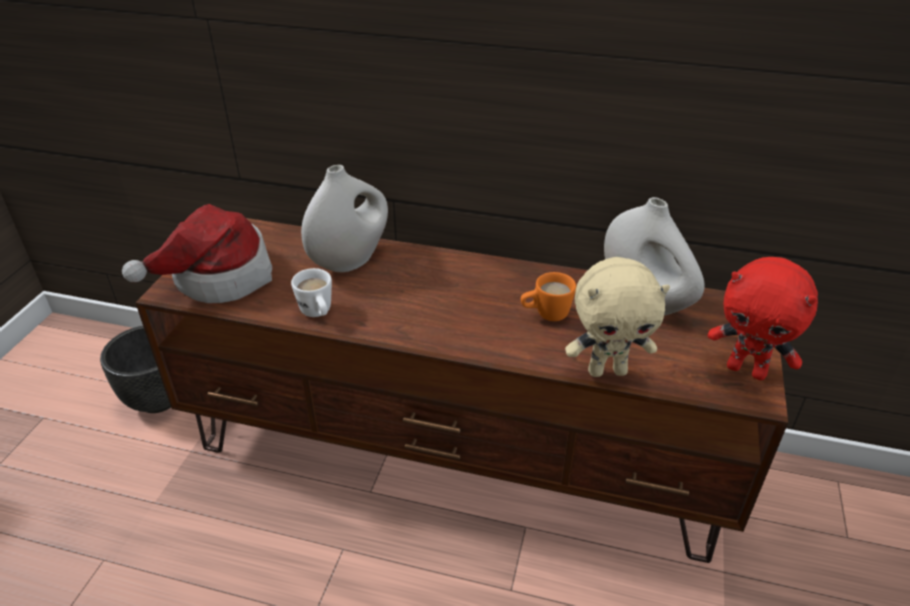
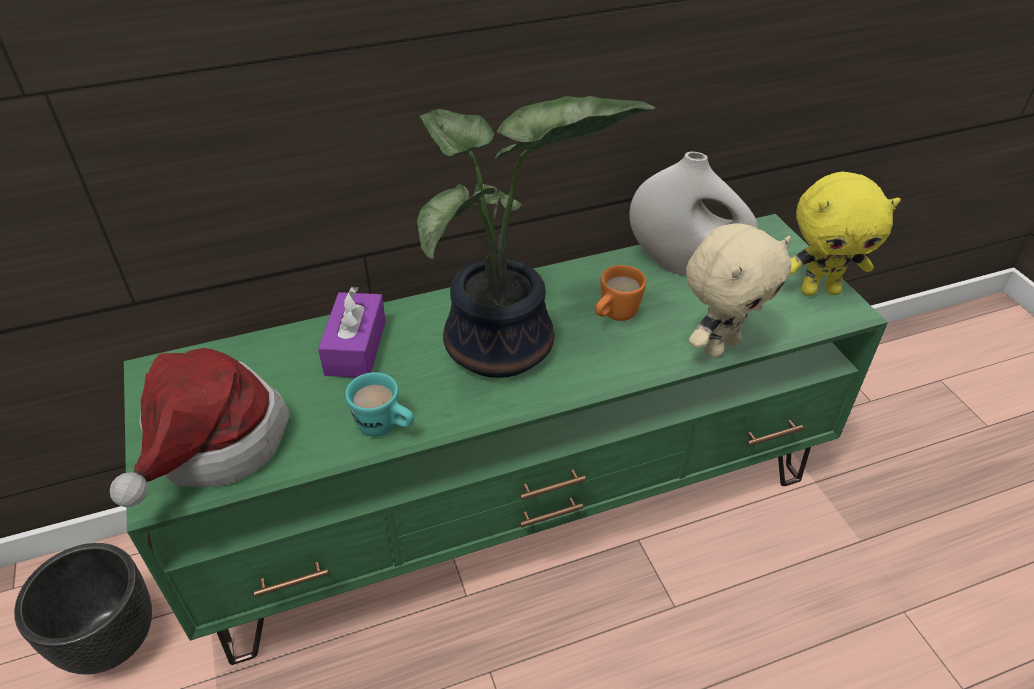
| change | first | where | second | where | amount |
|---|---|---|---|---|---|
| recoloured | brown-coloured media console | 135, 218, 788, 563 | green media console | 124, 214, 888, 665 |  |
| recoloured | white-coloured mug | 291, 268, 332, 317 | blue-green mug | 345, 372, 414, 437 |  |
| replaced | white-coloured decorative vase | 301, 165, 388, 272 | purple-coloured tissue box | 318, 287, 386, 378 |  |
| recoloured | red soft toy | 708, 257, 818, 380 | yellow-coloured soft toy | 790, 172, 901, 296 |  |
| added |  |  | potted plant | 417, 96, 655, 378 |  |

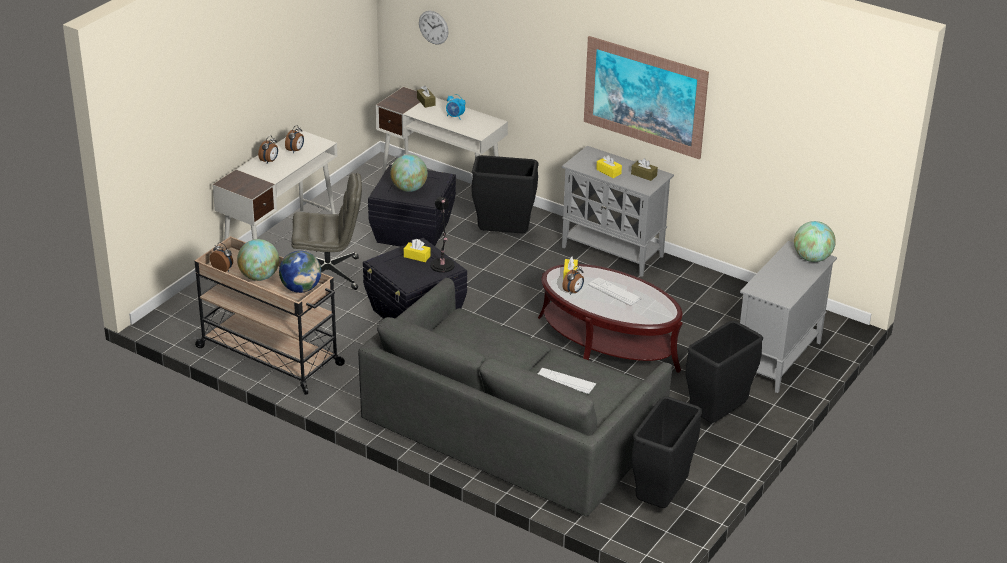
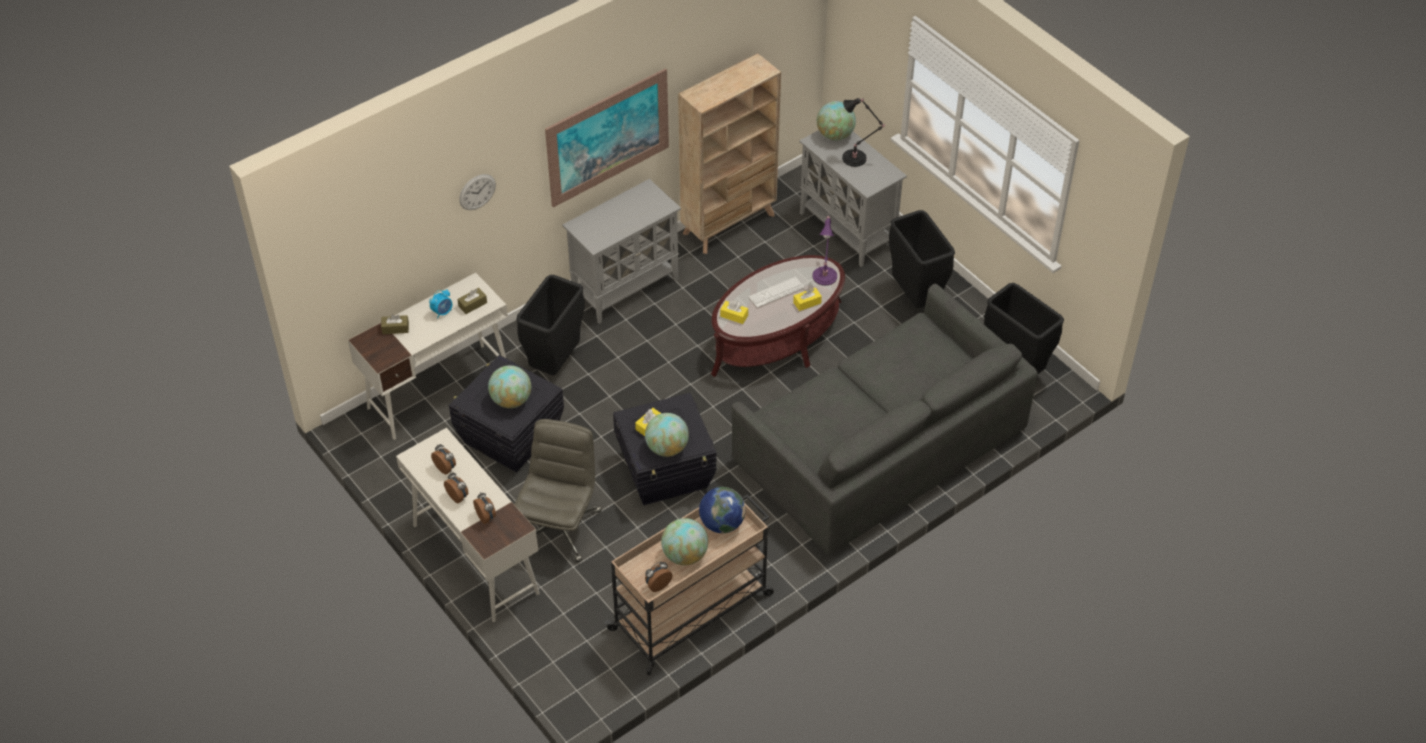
| change | first | where | second | where | amount |
|---|---|---|---|---|---|
| moved | clock on the wall | 419, 11, 448, 45 |  | 459, 174, 496, 210 |  |
| moved | blackish table lamp | 430, 197, 455, 273 |  | 842, 98, 885, 167 |  |
| removed | PC keyboard | 538, 368, 596, 394 |  |  |  |
| moved | bedside clock | 562, 266, 584, 295 |  | 473, 492, 496, 524 |  |
| moved | yellow-coloured tissue box | 596, 155, 622, 178 |  | 793, 288, 822, 311 |  |
| moved | brown-coloured tissue box | 631, 158, 658, 181 |  | 457, 288, 487, 314 |  |
| added |  |  | globe | 645, 413, 689, 457 |  |
| added |  |  | sand-coloured bookshelf | 678, 53, 781, 254 |  |
| added |  |  | purple-coloured table lamp | 813, 215, 837, 285 |  |

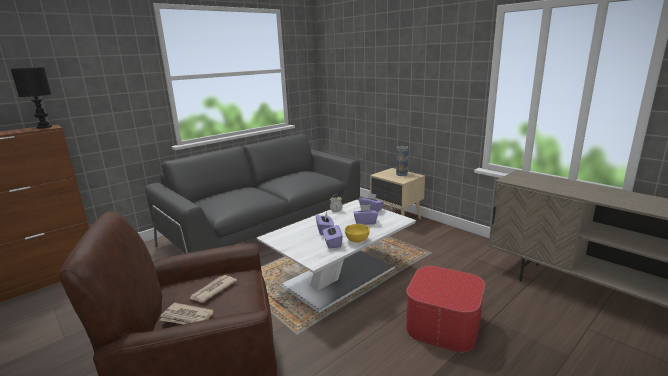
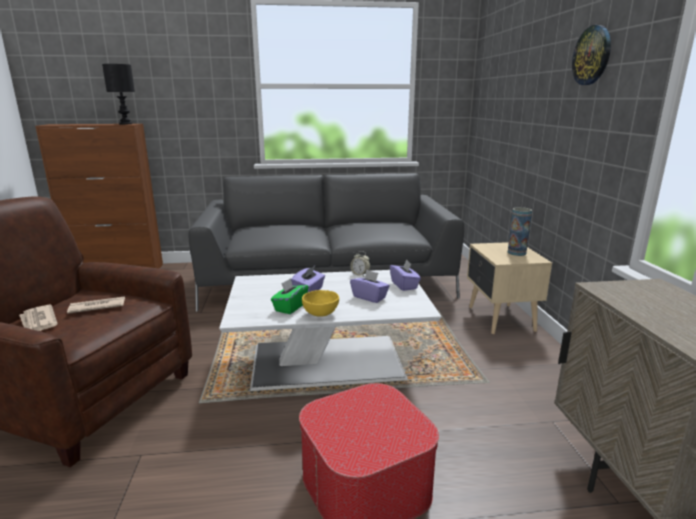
| change | first | where | second | where | amount |
|---|---|---|---|---|---|
| recoloured | purple-coloured tissue box | 323, 225, 343, 249 | green tissue box | 271, 278, 308, 314 |  |
| added |  |  | clock on the wall | 572, 25, 611, 85 |  |

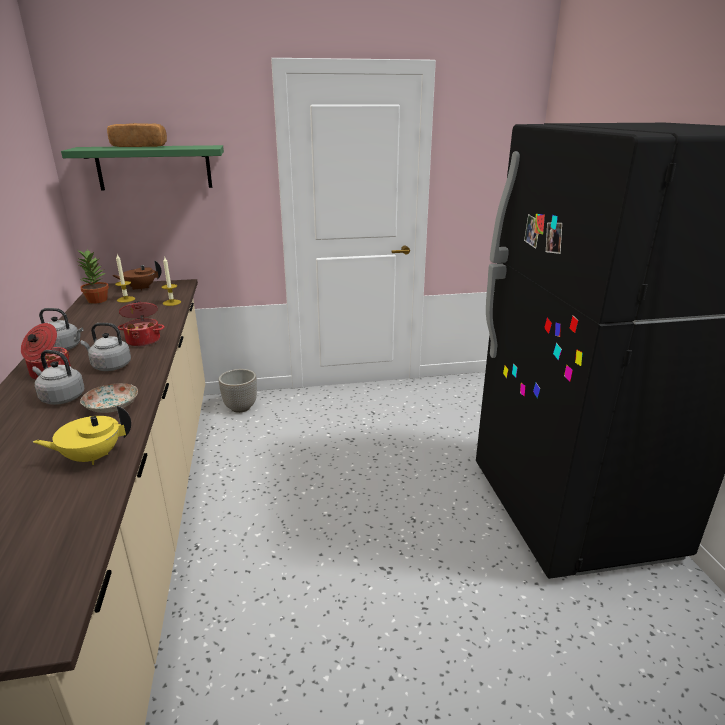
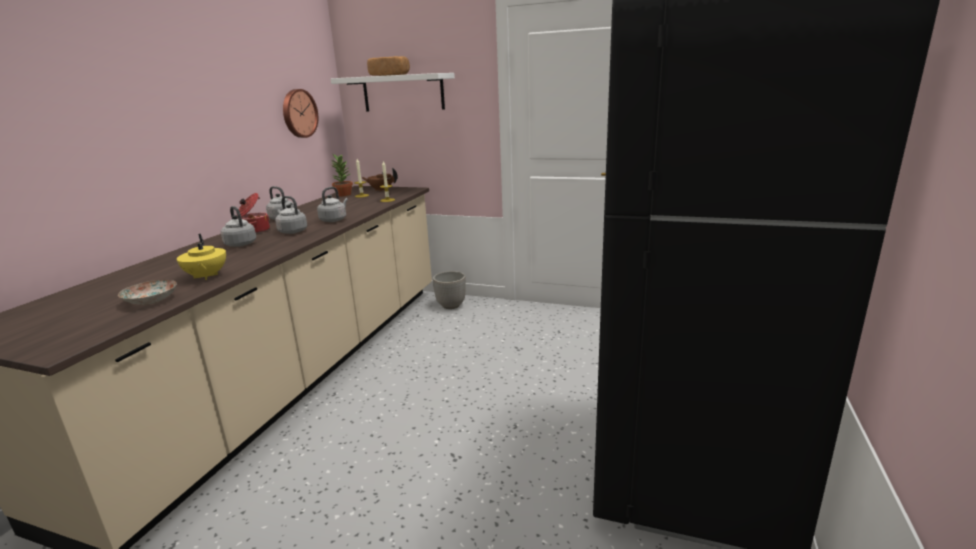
| change | first | where | second | where | amount |
|---|---|---|---|---|---|
| turned | yellow-coloured teapot | 33, 406, 131, 465 |  | 177, 234, 226, 280 | 120 degrees counterclockwise |
| recoloured | green bracket shelf | 61, 145, 224, 190 | white-coloured bracket shelf | 331, 73, 455, 111 |  |
| moved | flat dish | 80, 383, 138, 413 |  | 118, 280, 177, 305 |  |
| replaced | saucepot | 118, 301, 165, 347 | grey water kettle | 317, 187, 348, 222 |  |
| added |  |  | clock on the wall | 283, 89, 318, 138 |  |

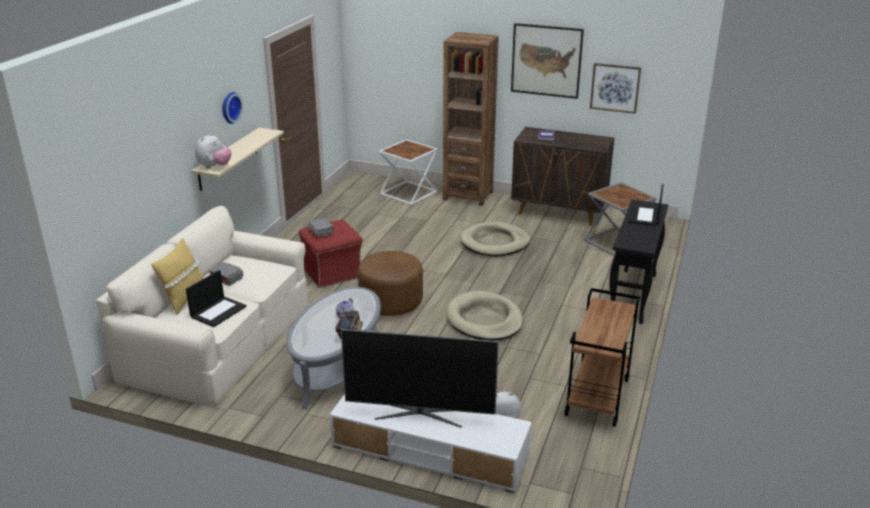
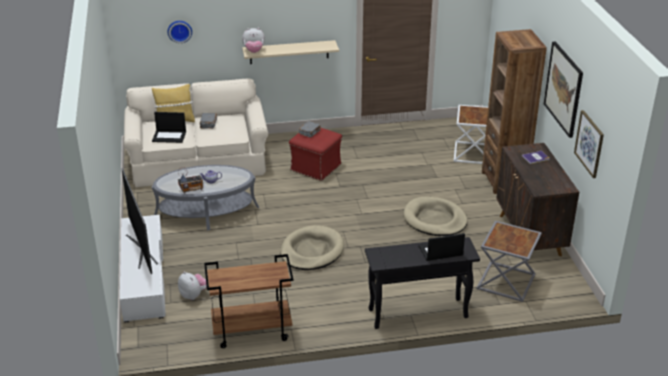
| change | first | where | second | where | amount |
|---|---|---|---|---|---|
| moved | clock on the wall | 222, 92, 243, 124 |  | 168, 21, 192, 43 |  |
| removed | brown-coloured ottoman | 358, 251, 423, 316 |  |  |  |

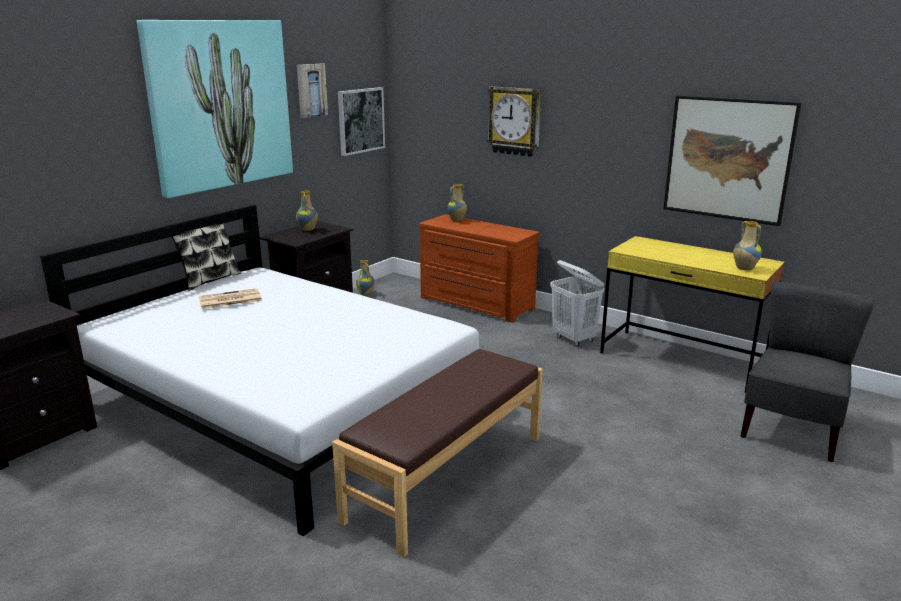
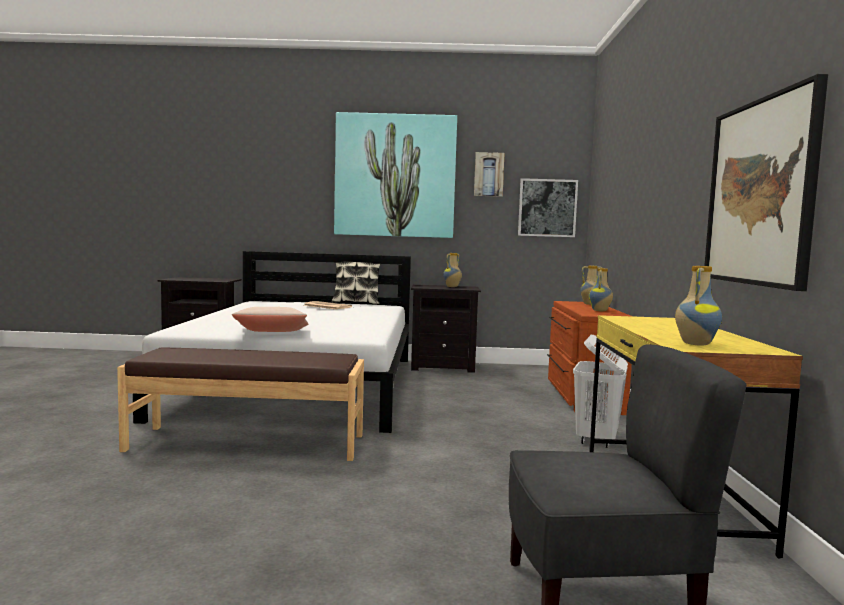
| change | first | where | second | where | amount |
|---|---|---|---|---|---|
| moved | decorative vase | 356, 260, 375, 295 |  | 589, 268, 613, 311 |  |
| removed | clock on the wall | 487, 86, 541, 157 |  |  |  |
| added |  |  | sand-coloured pillow | 232, 307, 308, 332 |  |

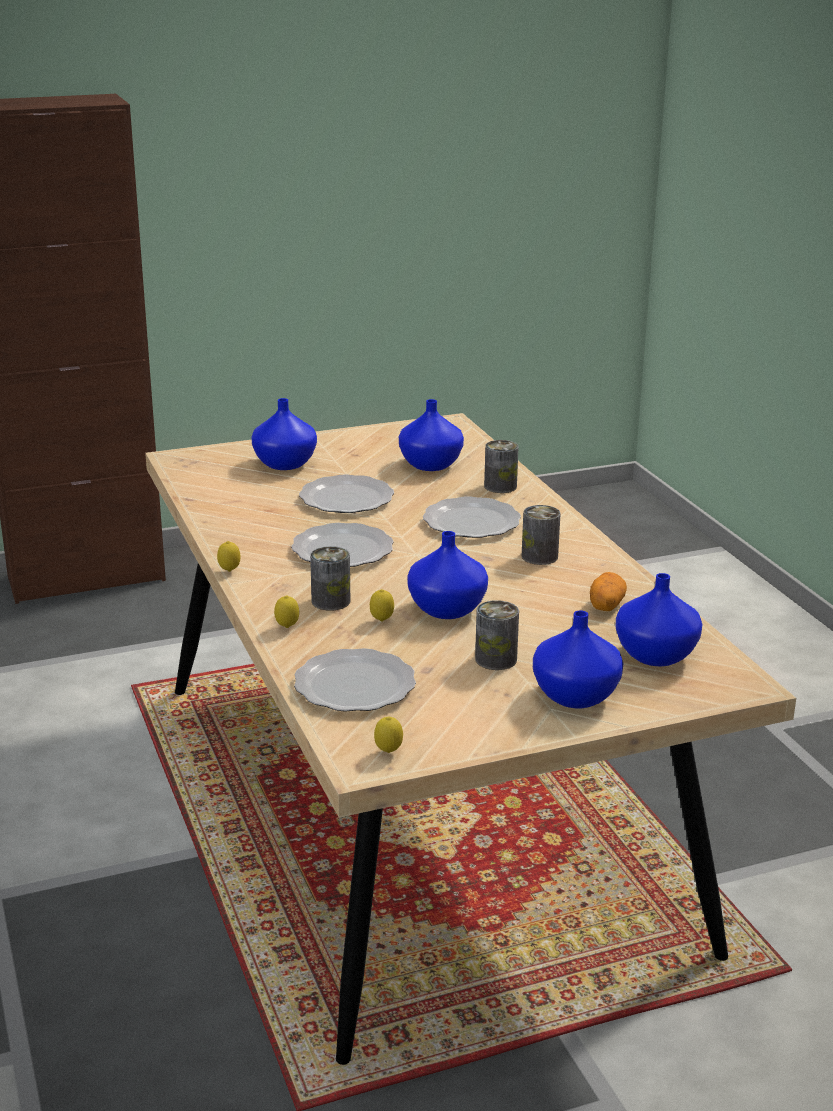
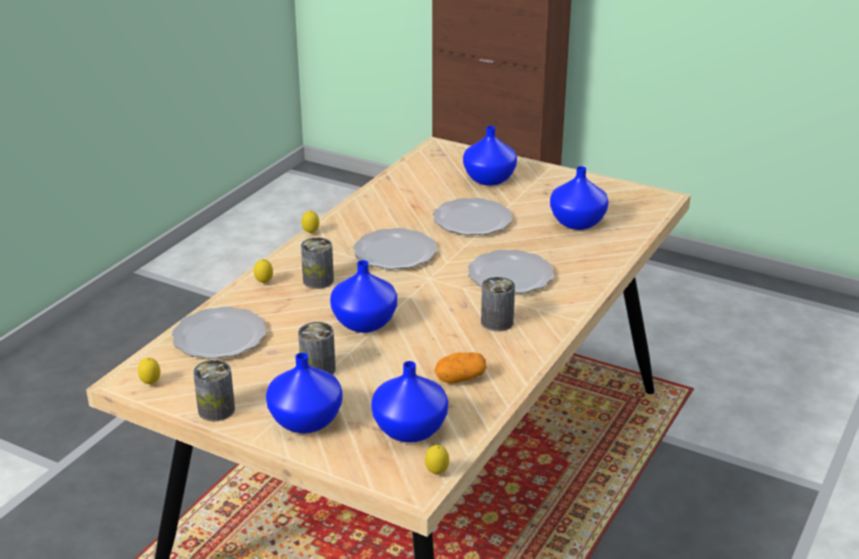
| change | first | where | second | where | amount |
|---|---|---|---|---|---|
| moved | lemon | 370, 589, 394, 622 |  | 425, 445, 449, 474 |  |
| moved | sealed can | 484, 440, 519, 493 |  | 193, 360, 235, 421 |  |

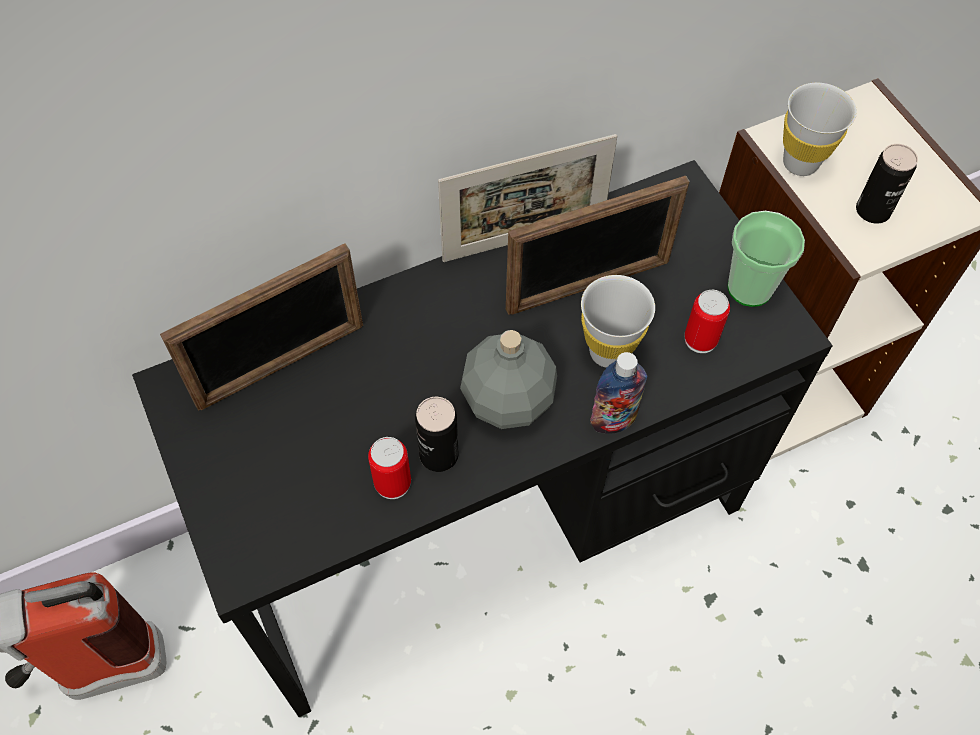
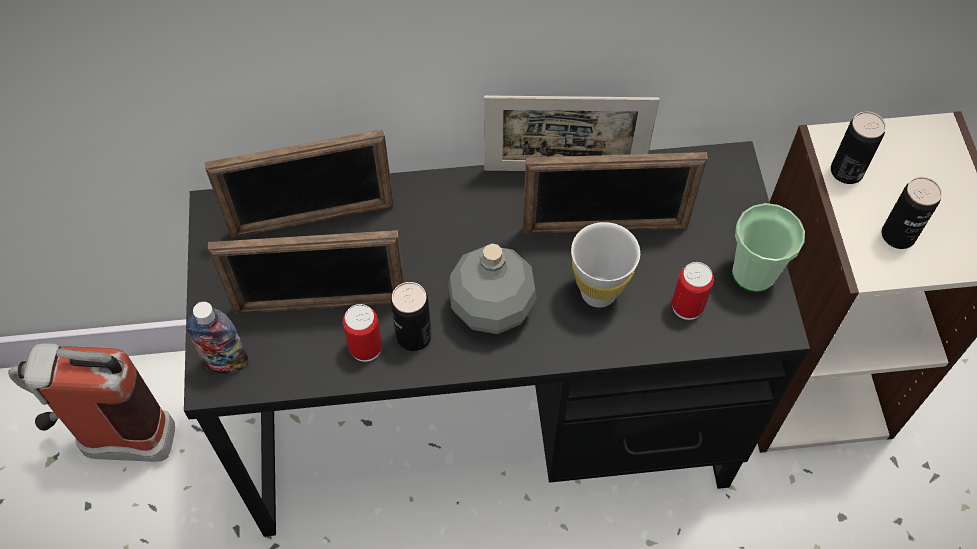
| change | first | where | second | where | amount |
|---|---|---|---|---|---|
| moved | bottle | 590, 352, 648, 434 |  | 186, 302, 248, 374 |  |
| replaced | white-coloured drinking cup | 783, 83, 857, 176 | sealed can | 831, 111, 886, 184 |  |
| added |  |  | standing frame | 208, 230, 405, 314 |  |

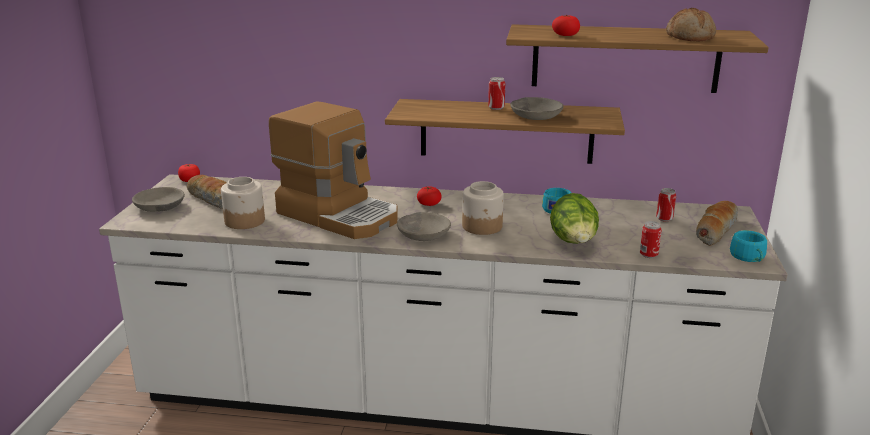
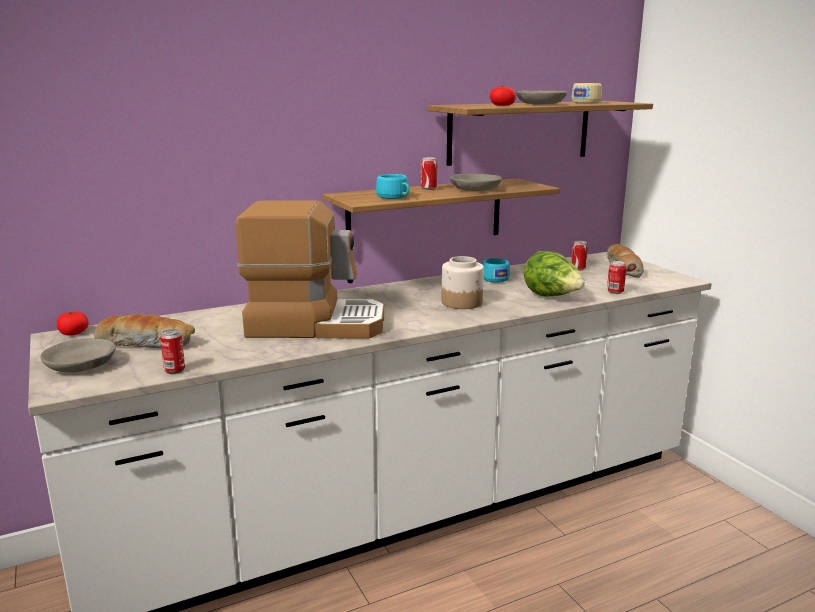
| change | first | where | second | where | amount |
|---|---|---|---|---|---|
| removed | jar | 221, 177, 265, 229 |  |  |  |
| moved | grey deep dish | 397, 212, 451, 241 |  | 516, 90, 568, 104 |  |
| removed | tomato | 417, 186, 441, 206 |  |  |  |
| replaced | bread | 666, 8, 716, 41 | sand-coloured drinking cup | 572, 83, 602, 104 |  |
| moved | blue-green drinking cup | 730, 230, 767, 262 |  | 376, 174, 410, 199 |  |
| added |  |  | sealed can | 160, 329, 185, 374 |  |

